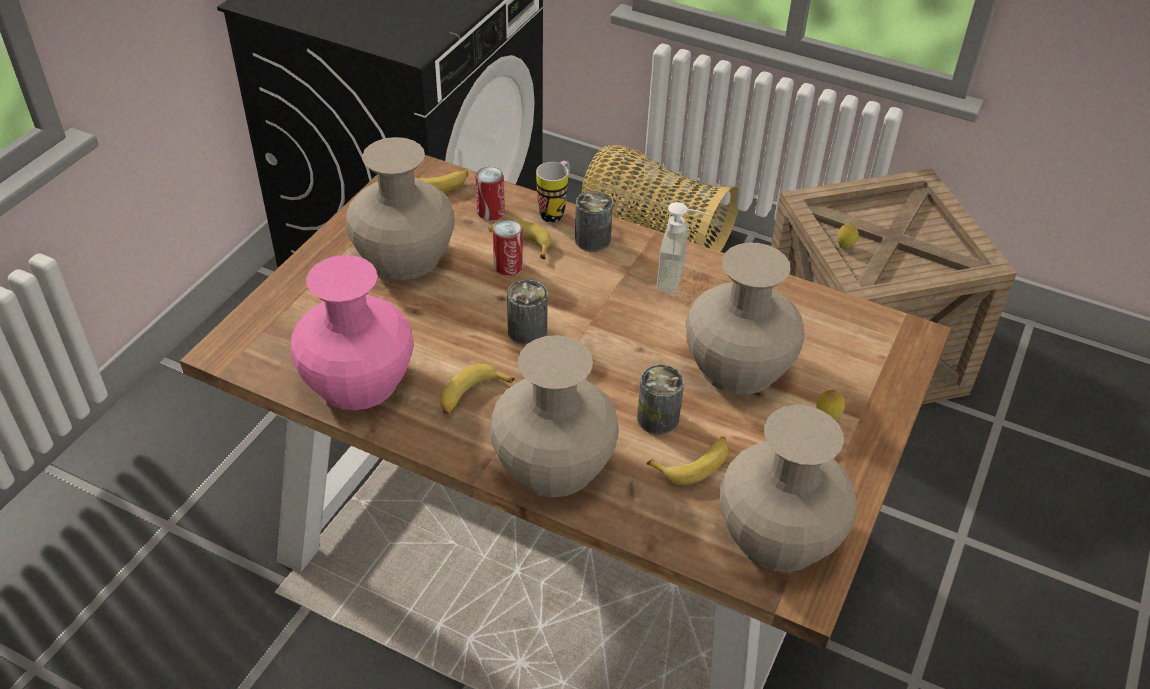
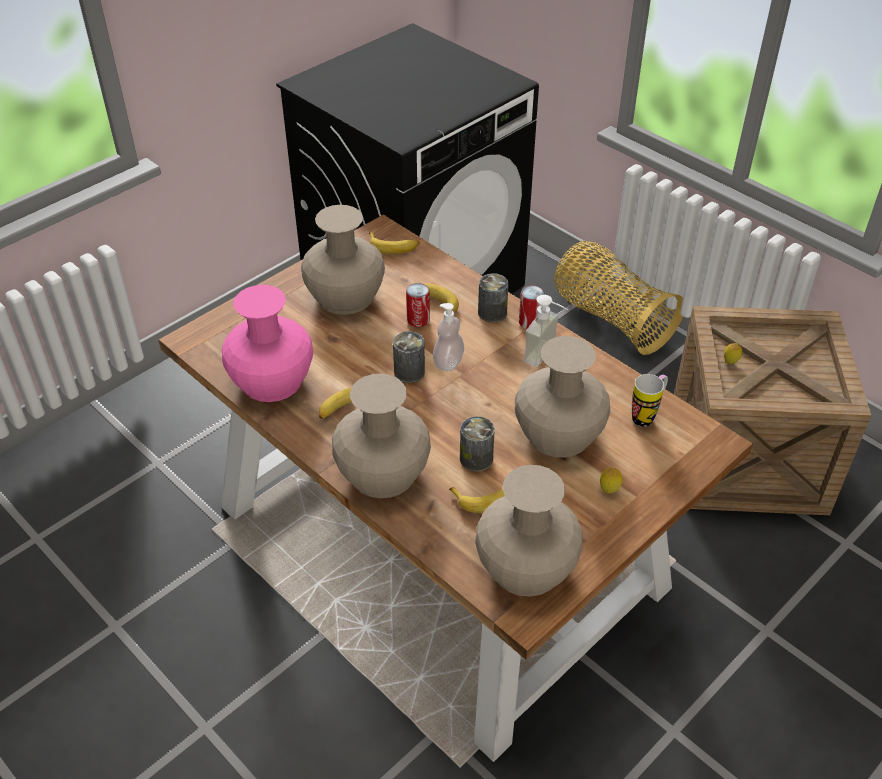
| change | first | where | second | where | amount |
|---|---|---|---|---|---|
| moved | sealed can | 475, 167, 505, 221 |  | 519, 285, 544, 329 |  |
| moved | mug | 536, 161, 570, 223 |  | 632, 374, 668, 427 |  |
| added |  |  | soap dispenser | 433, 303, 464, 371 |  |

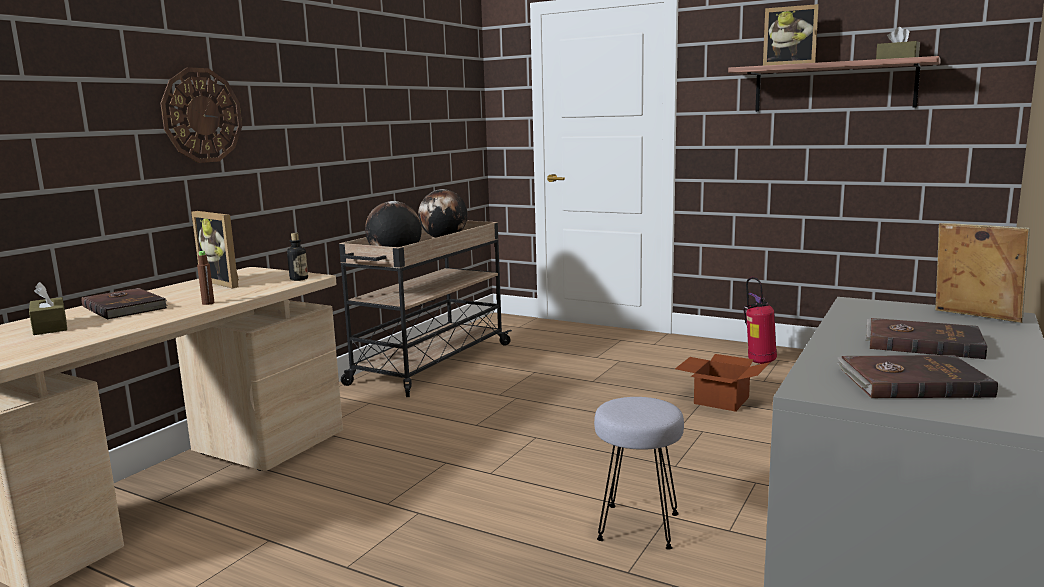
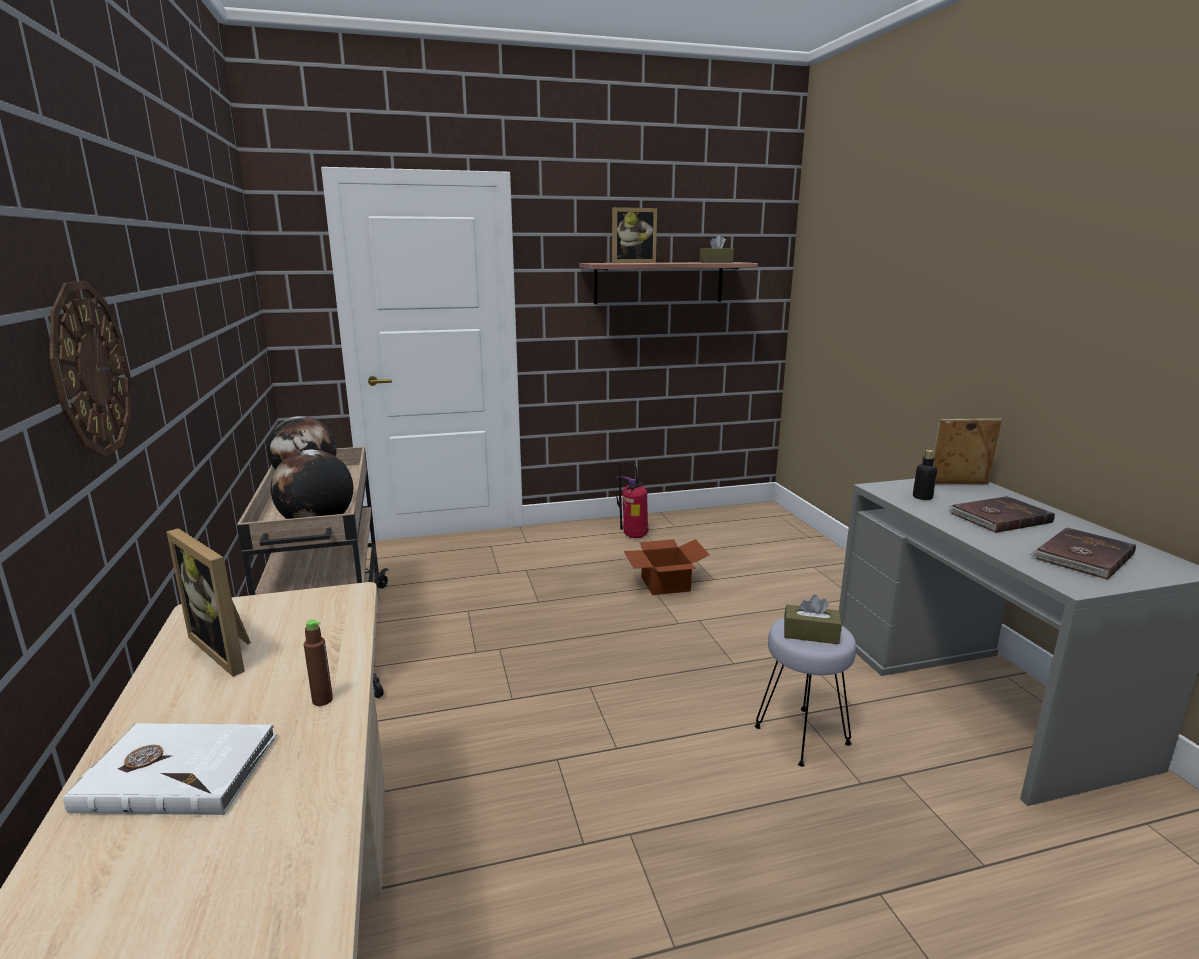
| change | first | where | second | where | amount |
|---|---|---|---|---|---|
| moved | brown-coloured tissue box | 29, 282, 67, 335 |  | 784, 595, 842, 644 |  |
| recoloured | brown-coloured book | 82, 288, 168, 320 | white-coloured book | 63, 723, 277, 815 |  |
| turned | standing frame | 191, 211, 239, 288 |  | 166, 528, 251, 677 | 45 degrees clockwise |
| moved | bottle | 287, 233, 308, 281 |  | 913, 450, 937, 500 |  |

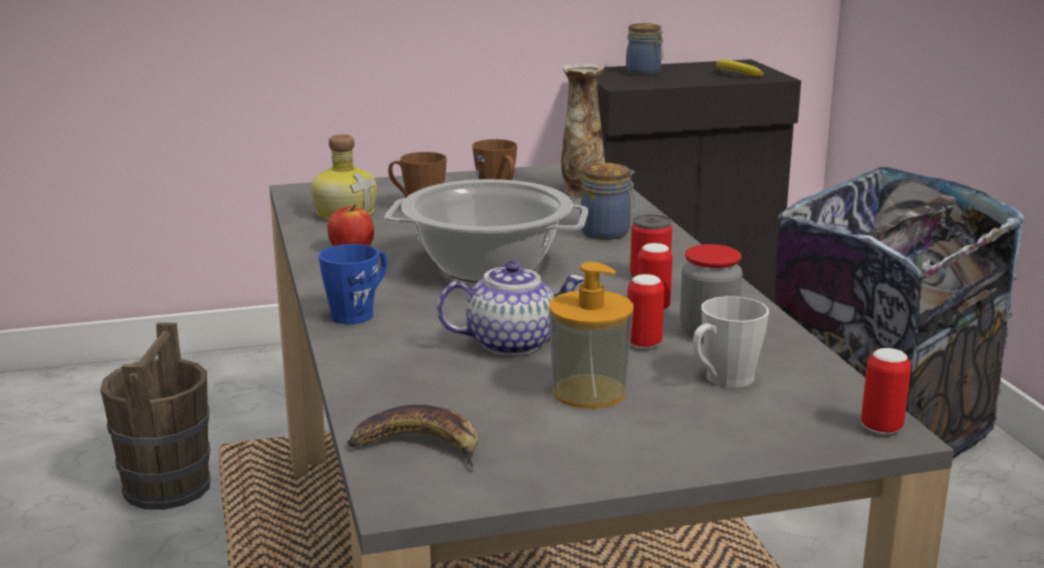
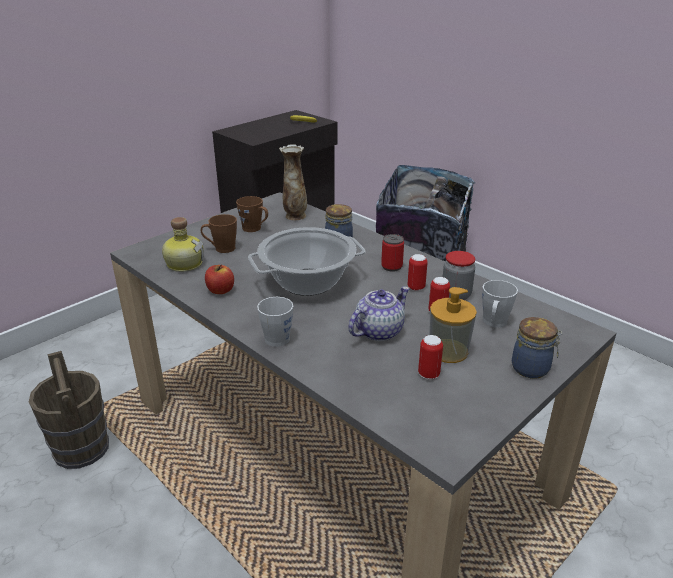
| change | first | where | second | where | amount |
|---|---|---|---|---|---|
| recoloured | bluish mug | 319, 244, 387, 324 | grey mug | 257, 297, 293, 347 |  |
| removed | whole banana | 348, 405, 478, 472 |  |  |  |
| moved | jar | 626, 23, 663, 76 |  | 512, 317, 562, 379 |  |
| moved | sealed can | 861, 348, 911, 435 |  | 418, 335, 443, 379 |  |

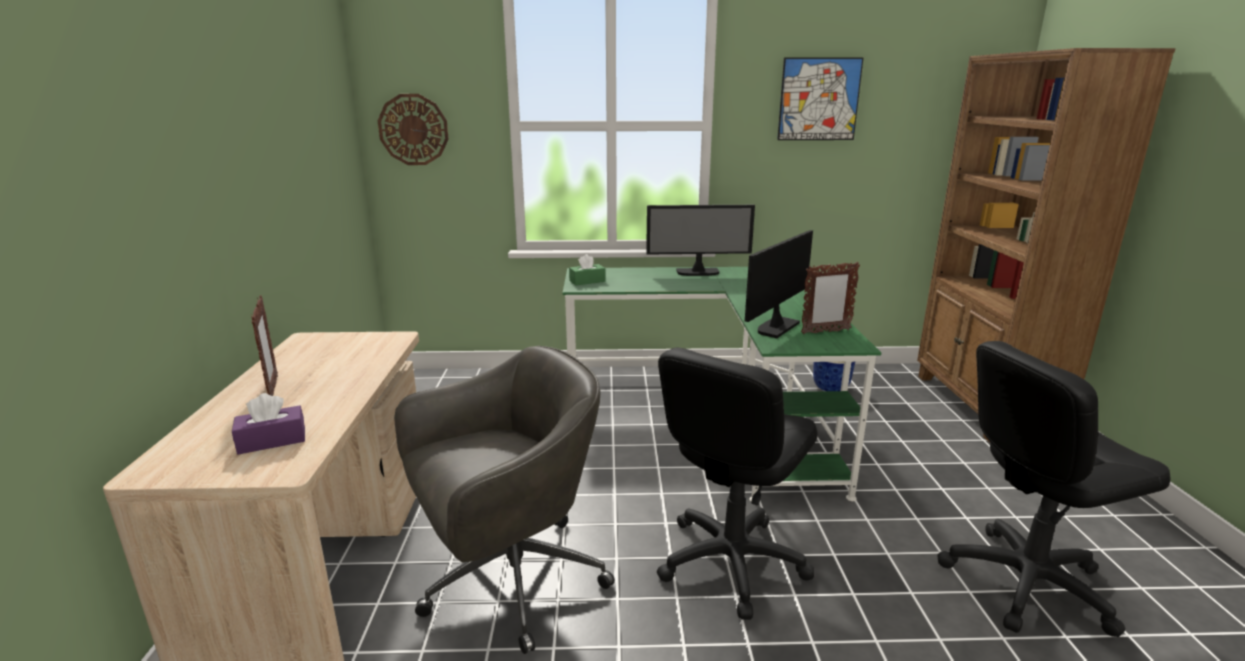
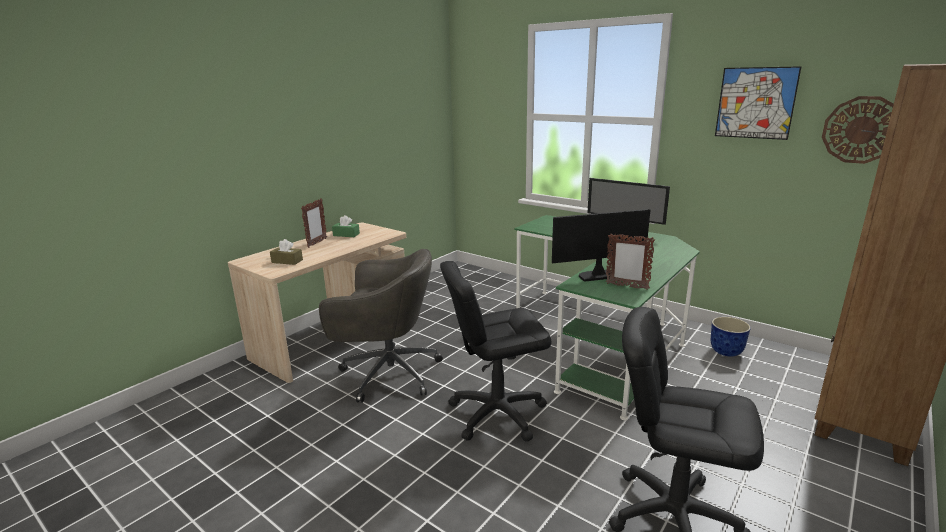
| change | first | where | second | where | amount |
|---|---|---|---|---|---|
| recoloured | purple-coloured tissue box | 232, 393, 305, 454 | brown-coloured tissue box | 270, 239, 303, 265 |  |
| moved | clock on the wall | 378, 94, 449, 165 |  | 822, 96, 894, 164 |  |
| moved | green tissue box | 569, 254, 606, 285 |  | 332, 215, 360, 237 |  |

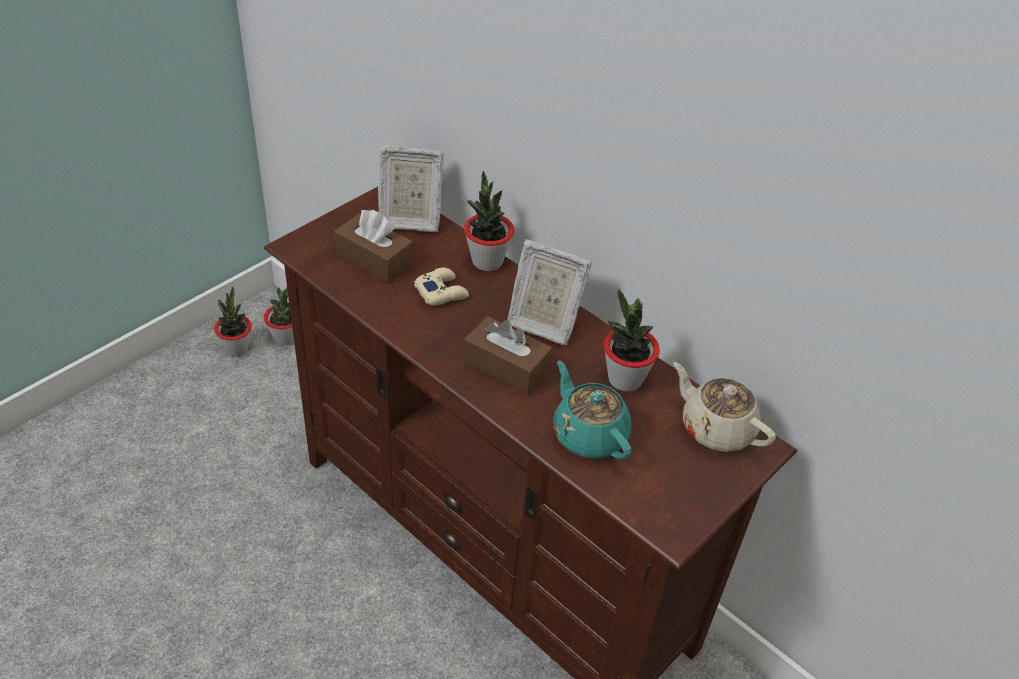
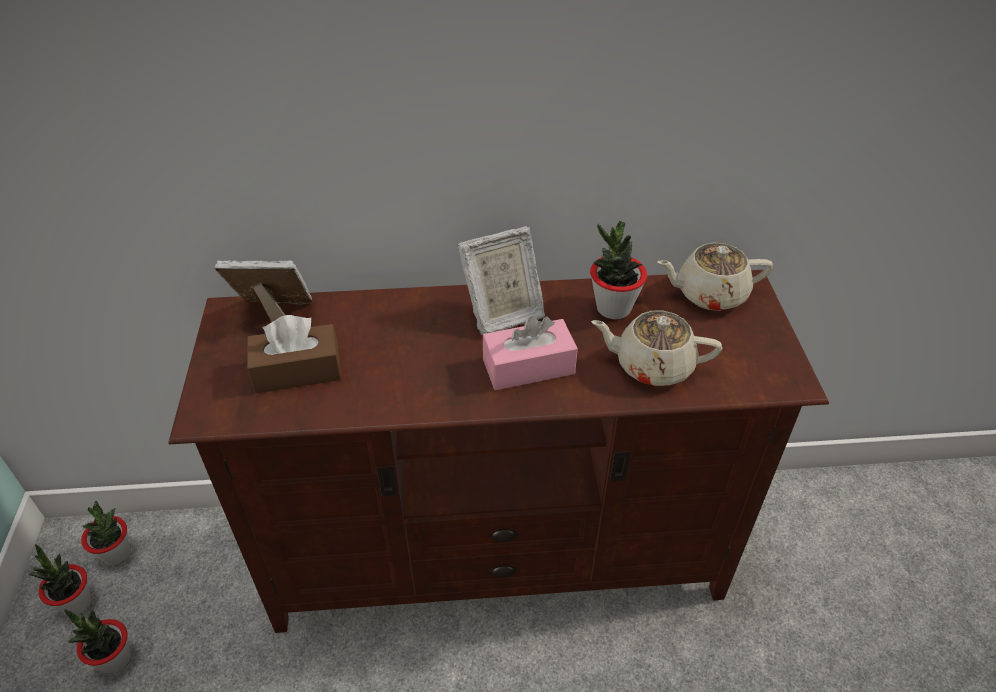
| change | first | where | second | where | amount |
|---|---|---|---|---|---|
| turned | standing frame | 378, 146, 444, 232 |  | 215, 260, 312, 322 | 135 degrees counterclockwise |
| removed | sand-coloured joypad | 414, 267, 469, 306 |  |  |  |
| moved | potted plant | 464, 171, 514, 271 |  | 64, 609, 131, 674 |  |
| recoloured | brown-coloured tissue box | 464, 316, 552, 395 | pink-coloured tissue box | 483, 316, 578, 390 |  |
| recoloured | blue-green teapot | 553, 360, 632, 459 | sand-coloured teapot | 591, 311, 722, 386 |  |

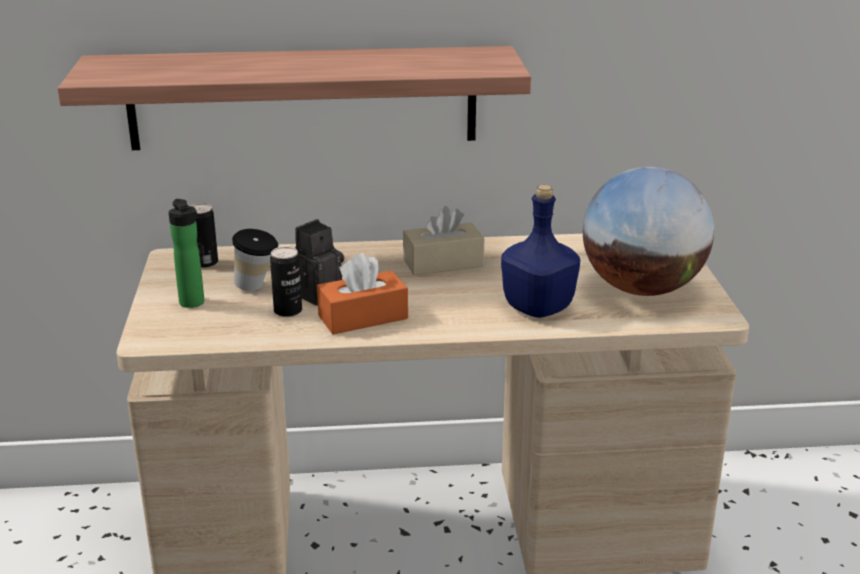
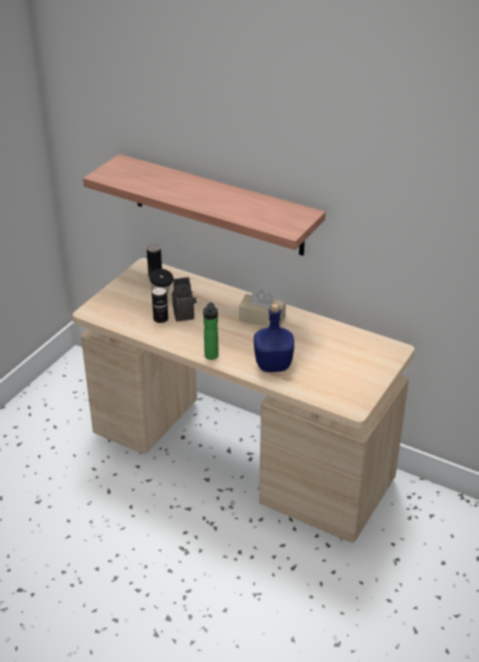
| change | first | where | second | where | amount |
|---|---|---|---|---|---|
| moved | bottle | 168, 199, 204, 308 |  | 203, 302, 219, 360 |  |
| removed | orangey tissue box | 317, 253, 408, 334 |  |  |  |
| removed | globe | 583, 167, 714, 296 |  |  |  |

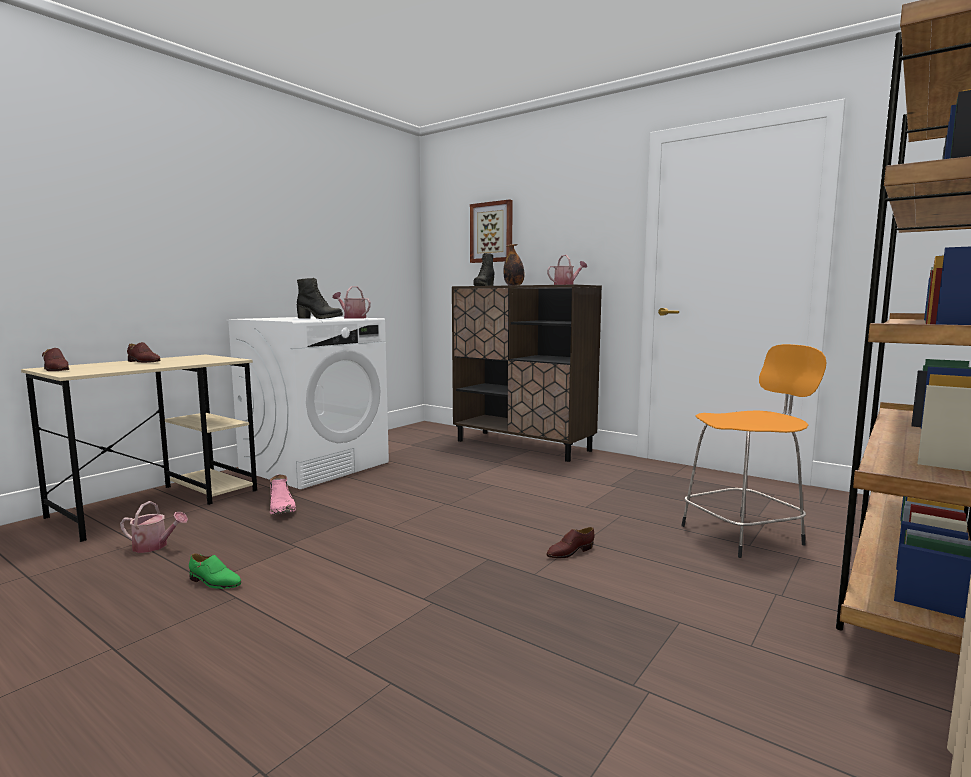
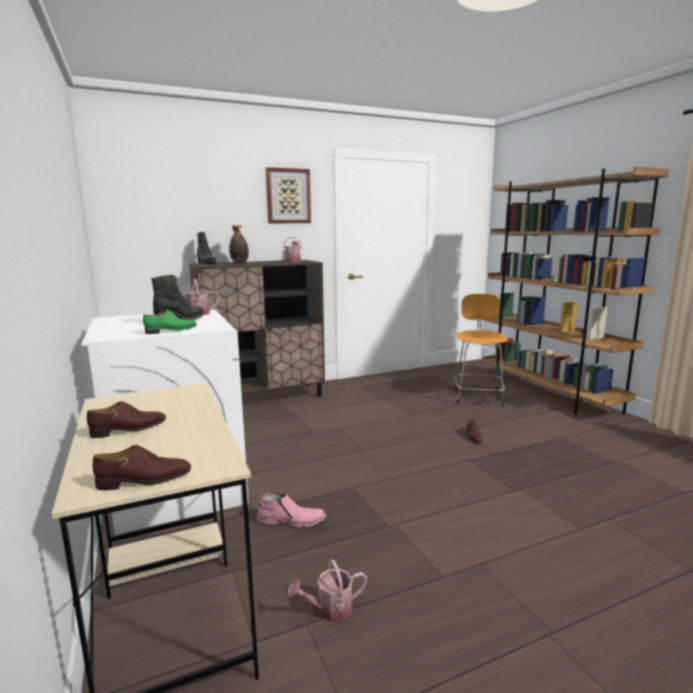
| change | first | where | second | where | amount |
|---|---|---|---|---|---|
| turned | watering can | 120, 501, 188, 553 |  | 288, 560, 367, 622 | 150 degrees counterclockwise |
| moved | green low shoe | 189, 554, 241, 589 |  | 143, 310, 197, 334 |  |
| moved | picture | 470, 199, 513, 263 |  | 266, 167, 311, 223 |  |

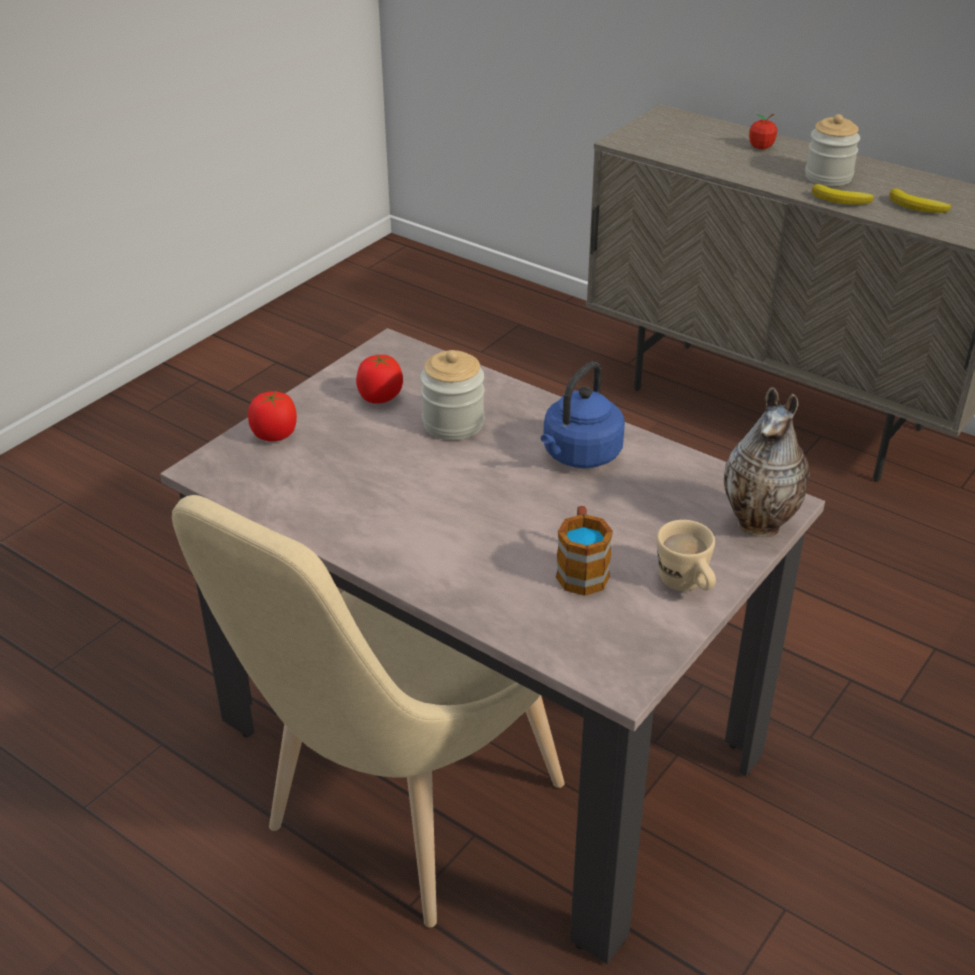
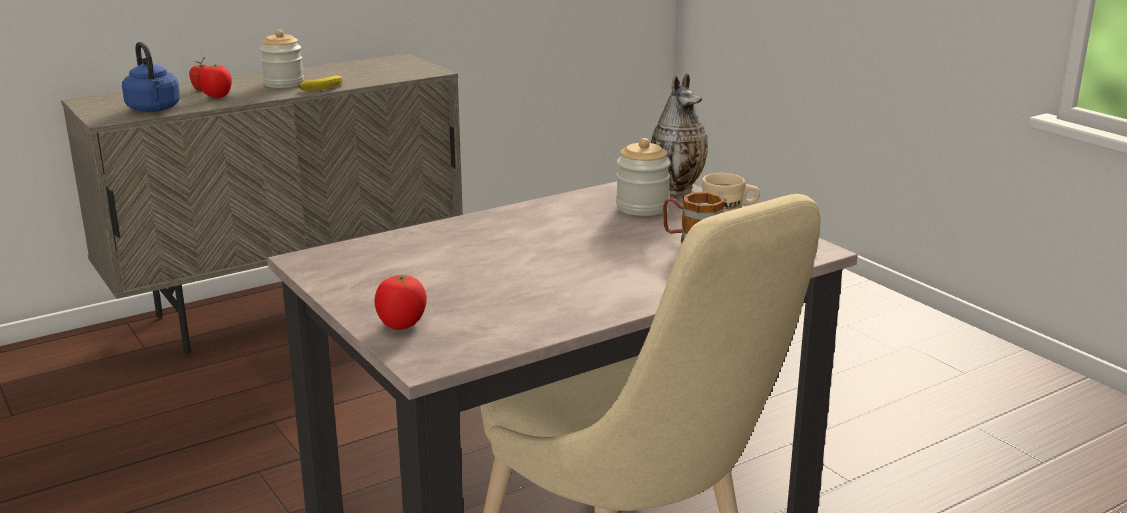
| change | first | where | second | where | amount |
|---|---|---|---|---|---|
| moved | tomato | 356, 355, 403, 404 |  | 199, 65, 232, 98 |  |
| moved | jar | 420, 350, 485, 440 |  | 616, 138, 671, 216 |  |
| moved | bluish water kettle | 541, 361, 625, 468 |  | 122, 42, 180, 112 |  |
| removed | whole banana | 889, 189, 951, 213 |  |  |  |

